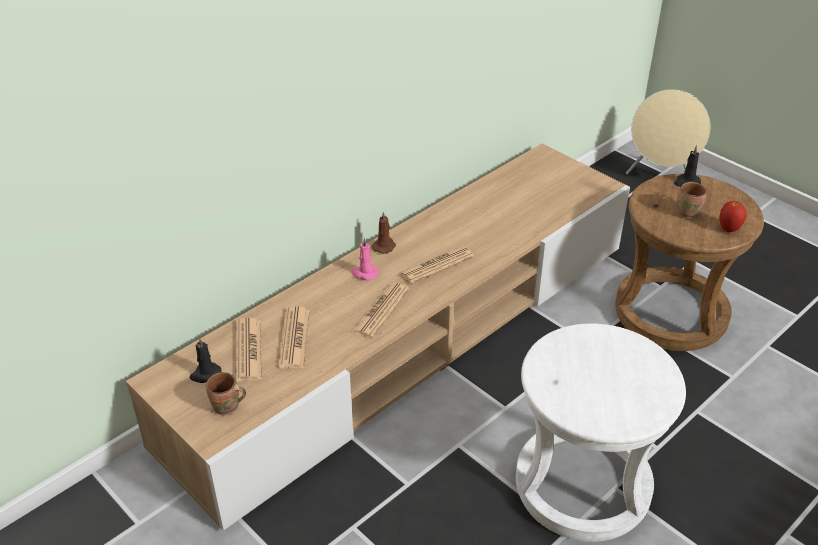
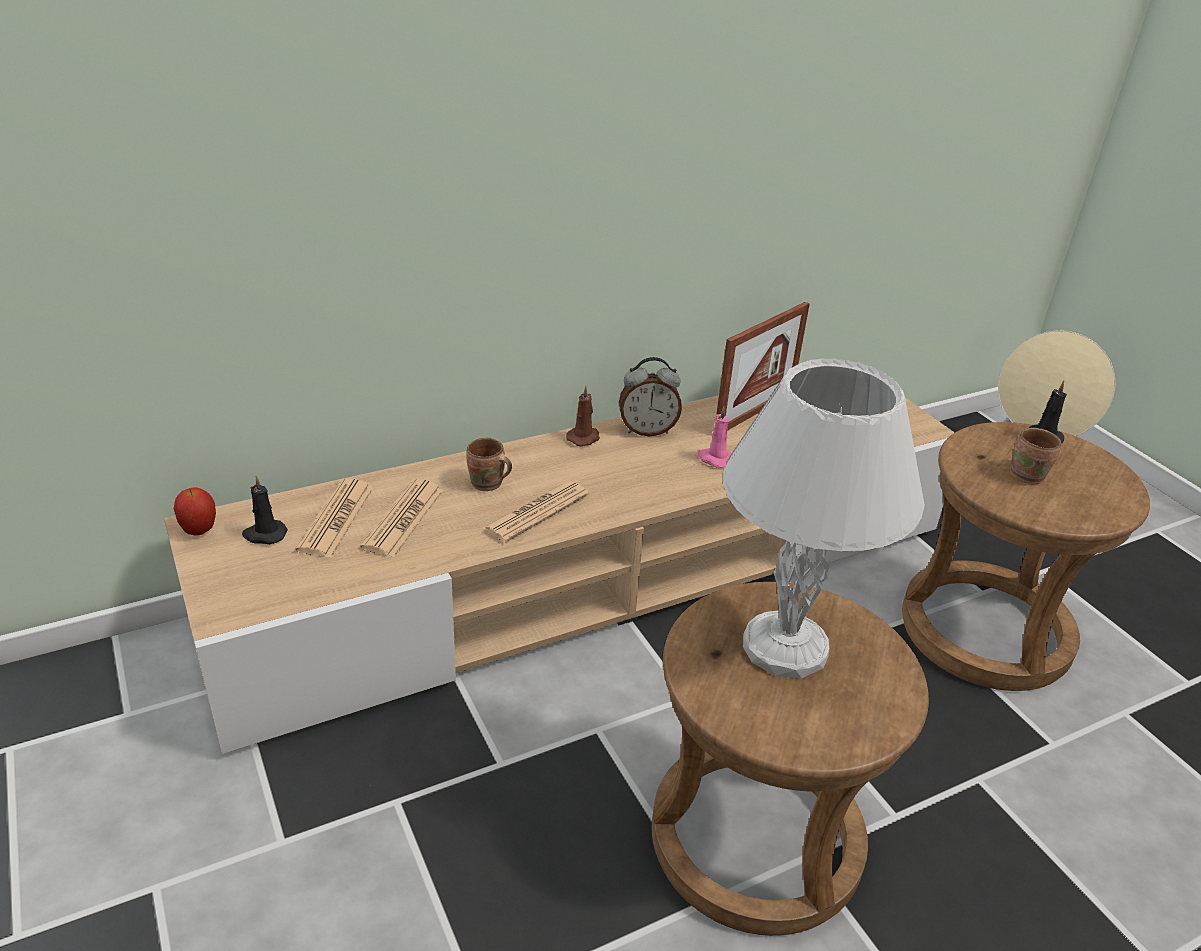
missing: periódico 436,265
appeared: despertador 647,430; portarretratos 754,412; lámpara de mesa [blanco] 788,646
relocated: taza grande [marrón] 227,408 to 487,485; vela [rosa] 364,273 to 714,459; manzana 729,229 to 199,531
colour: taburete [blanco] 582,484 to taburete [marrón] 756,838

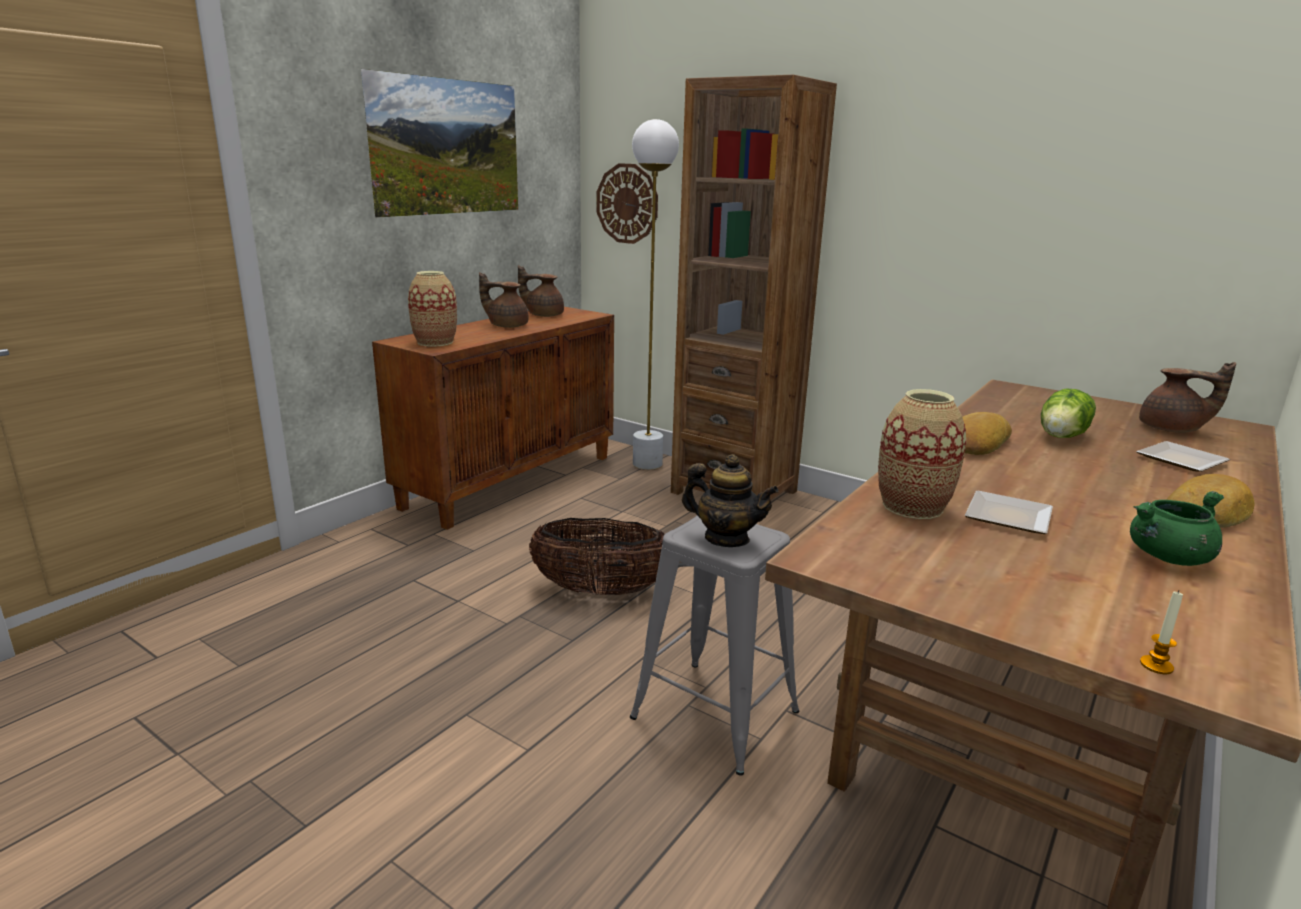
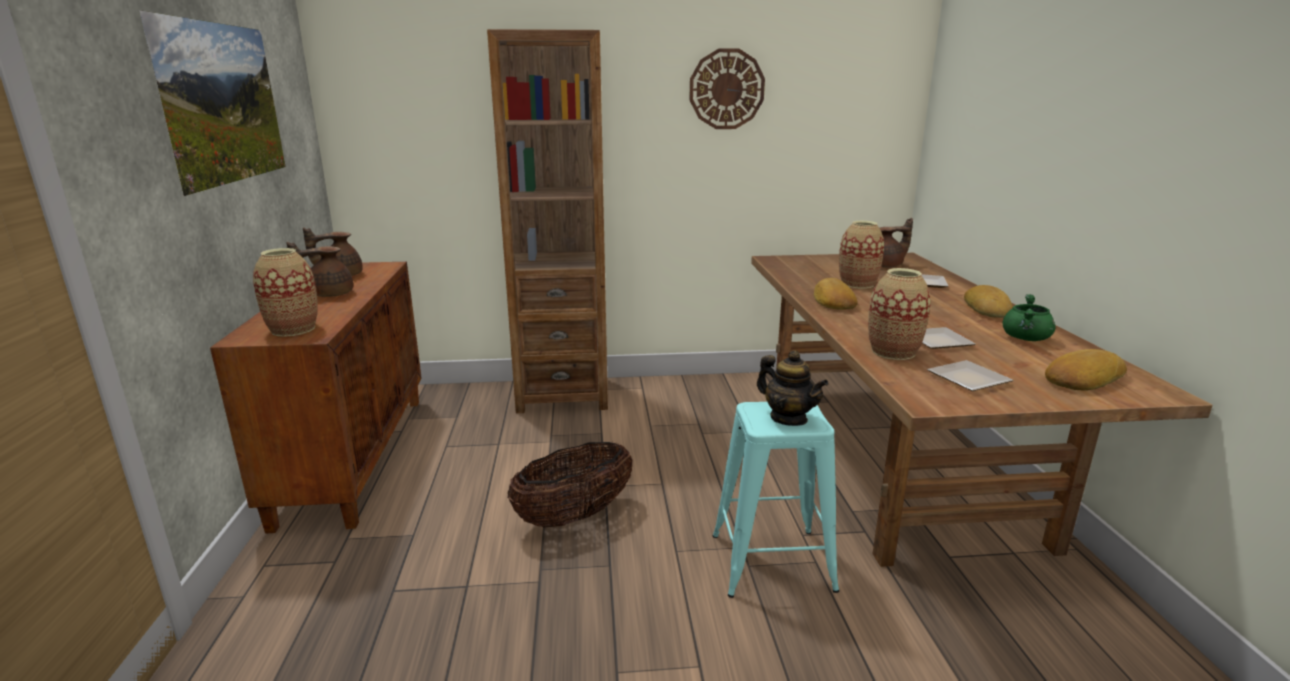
missing: lámpara de pie [blanco] 647,464; vela 1156,665
appeared: plato 965,379; pan 1081,378
relocated: reloj de pared 627,203 to 726,89
exchanged: lechuga 1063,436 to florero 857,284
colour: taburete [gris] 715,714 to taburete [turquesa] 772,562
spun: tetera 726,538 = 788,418 60 degrees clockwise

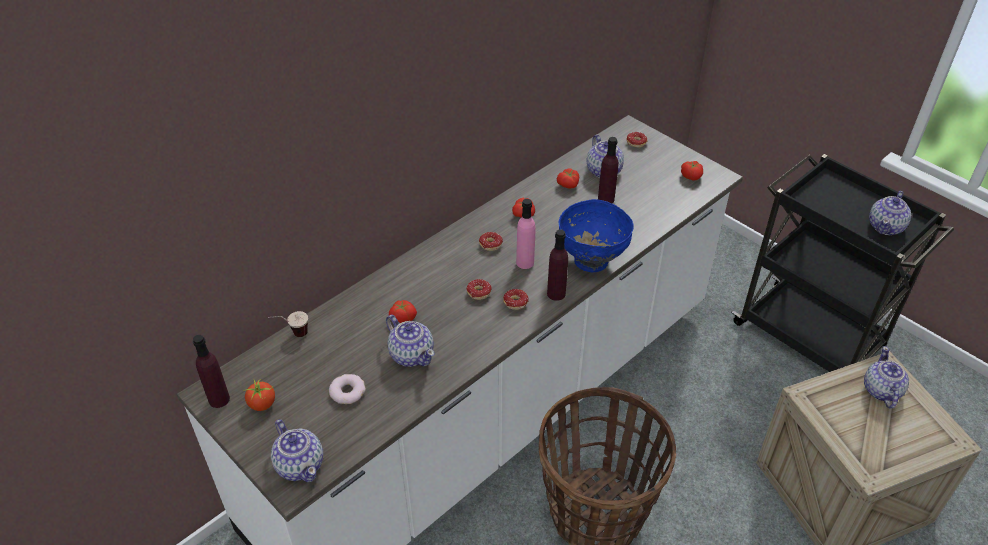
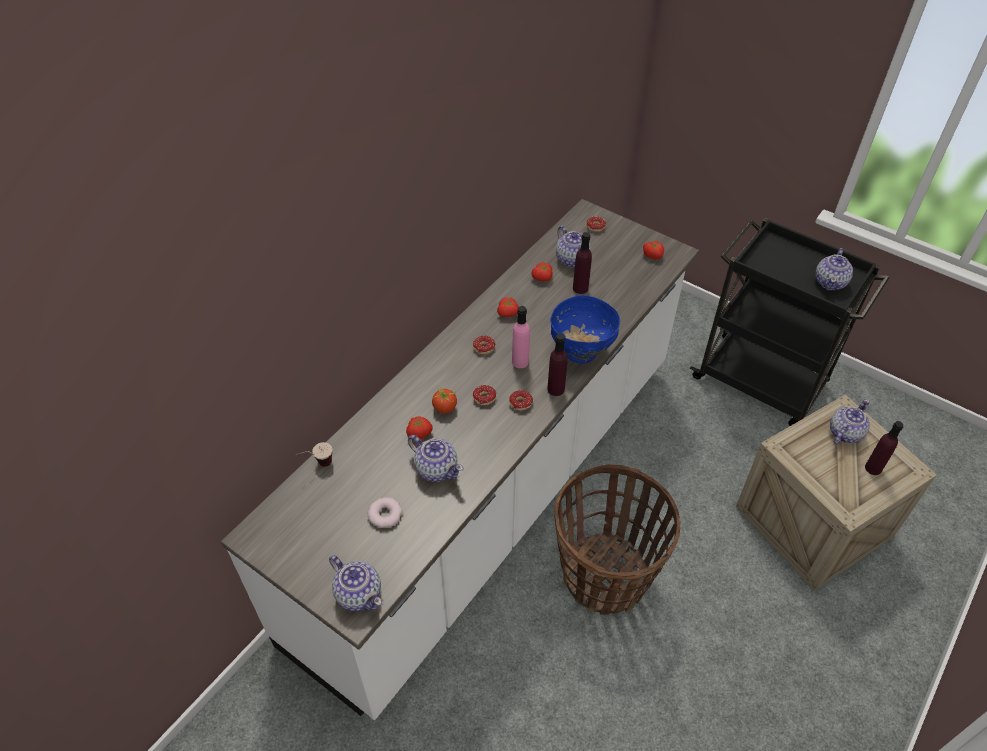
relocated: botella [morado] 219,399 to 873,468; tomate 262,404 to 445,408
spun: tetera 881,391 = 844,433 45 degrees clockwise

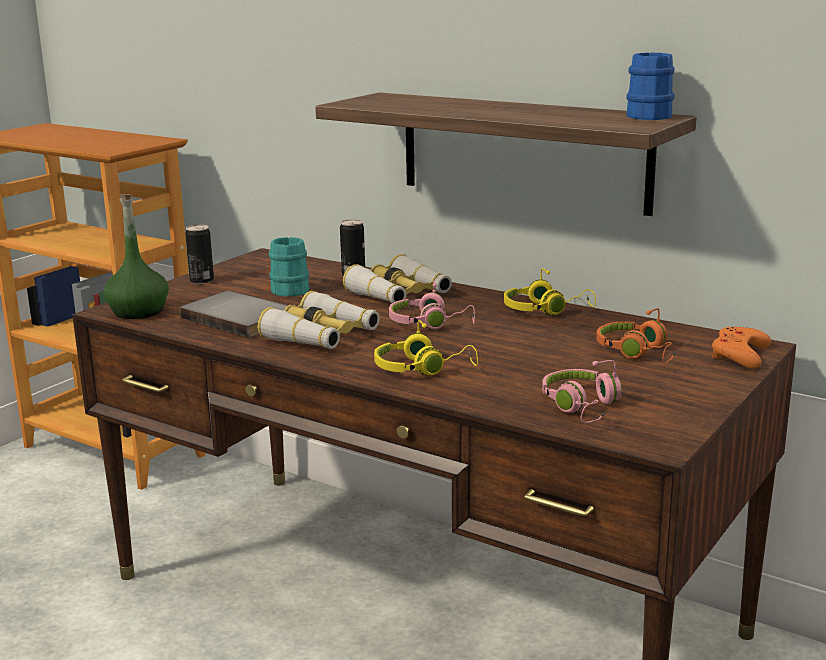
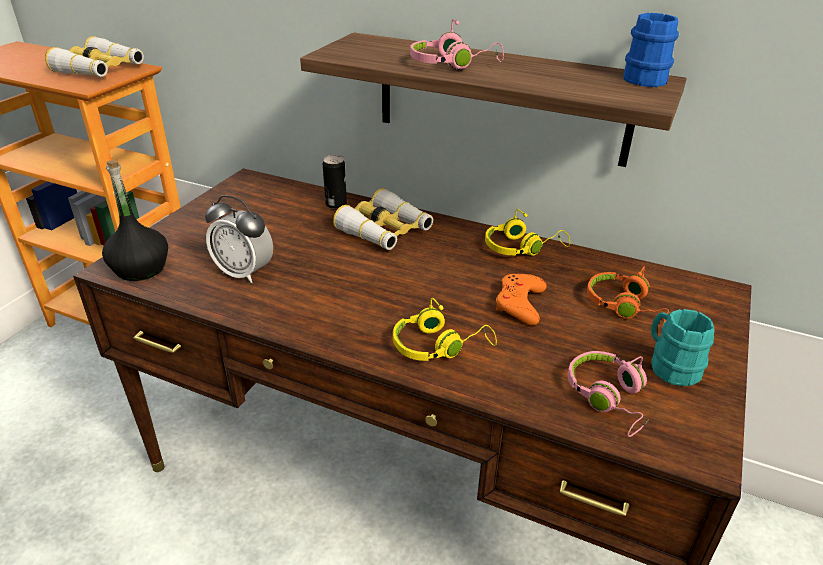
missing: lata 201,281
relocated: prismáticos 321,336 to 100,70; taza grande [turquesa] 288,289 to 669,366; auriculares [rosa] 431,324 to 452,64; mando de consola [naranja] 740,354 to 520,303
exchanged: libro [gris] 241,317 to despertador 244,273
colour: botella [verde] 138,311 to botella [negro] 140,268

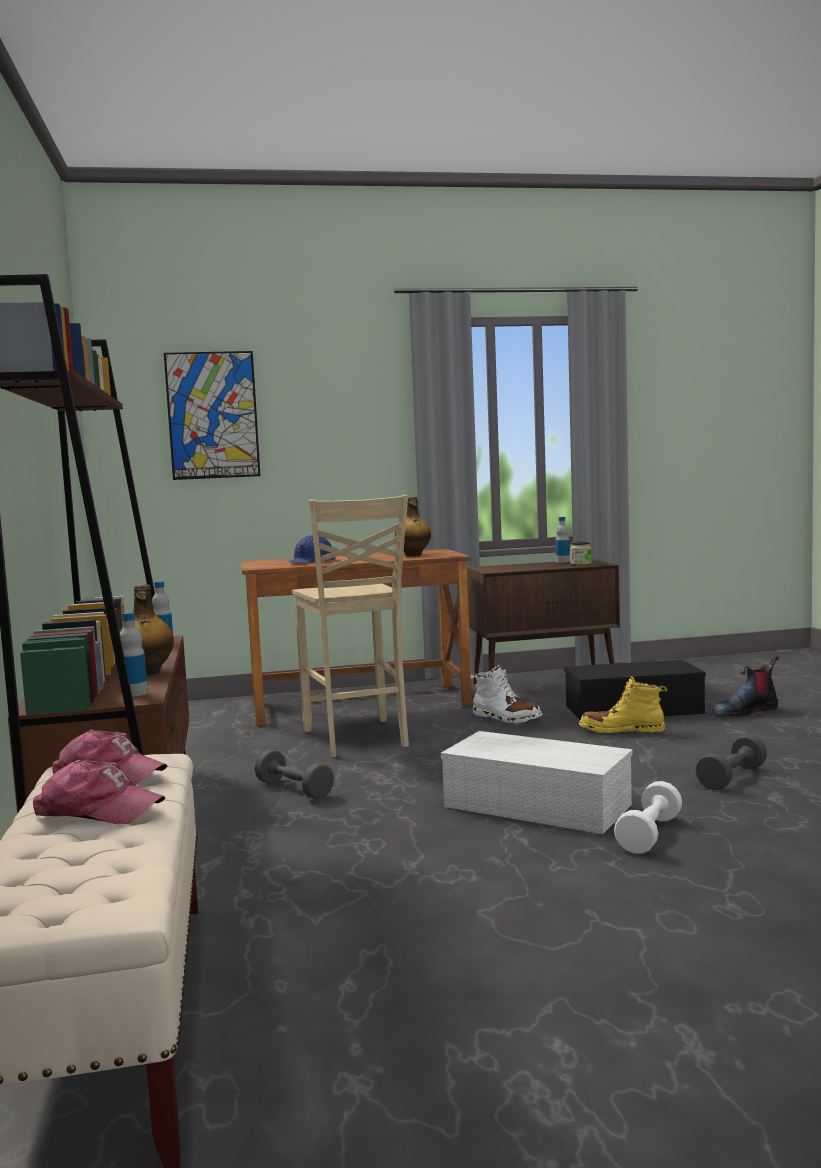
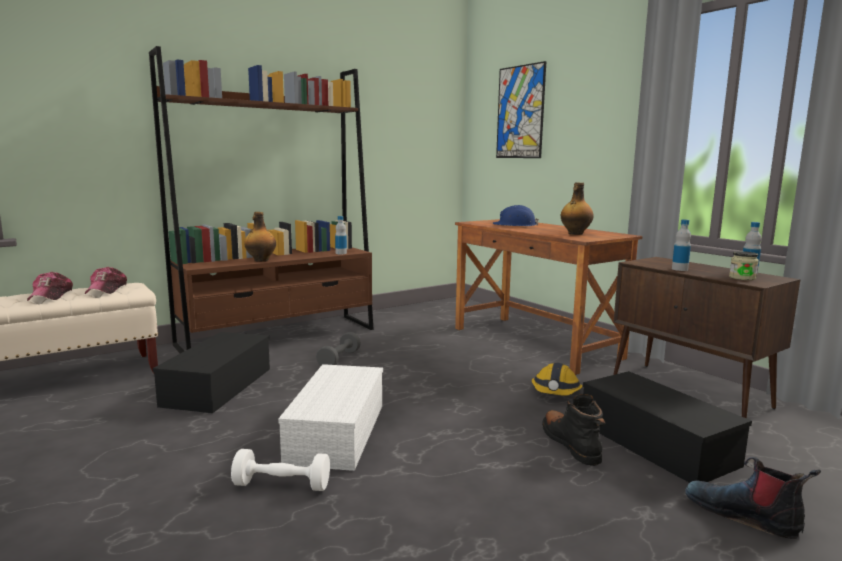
missing: silla [beis] 356,739; mancuerna [gris] 731,778
appeared: caja de almacenaje [negro] 218,385
relocated: botella 134,693 to 679,269
exchanged: bota [blanco] 506,718 to casco 556,392
colour: bota [amarillo] 622,730 to bota [negro] 571,445

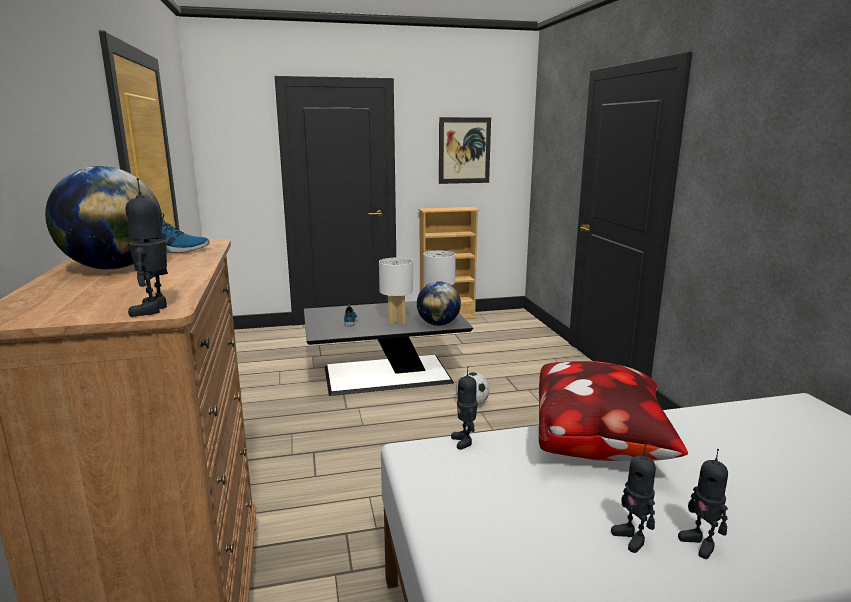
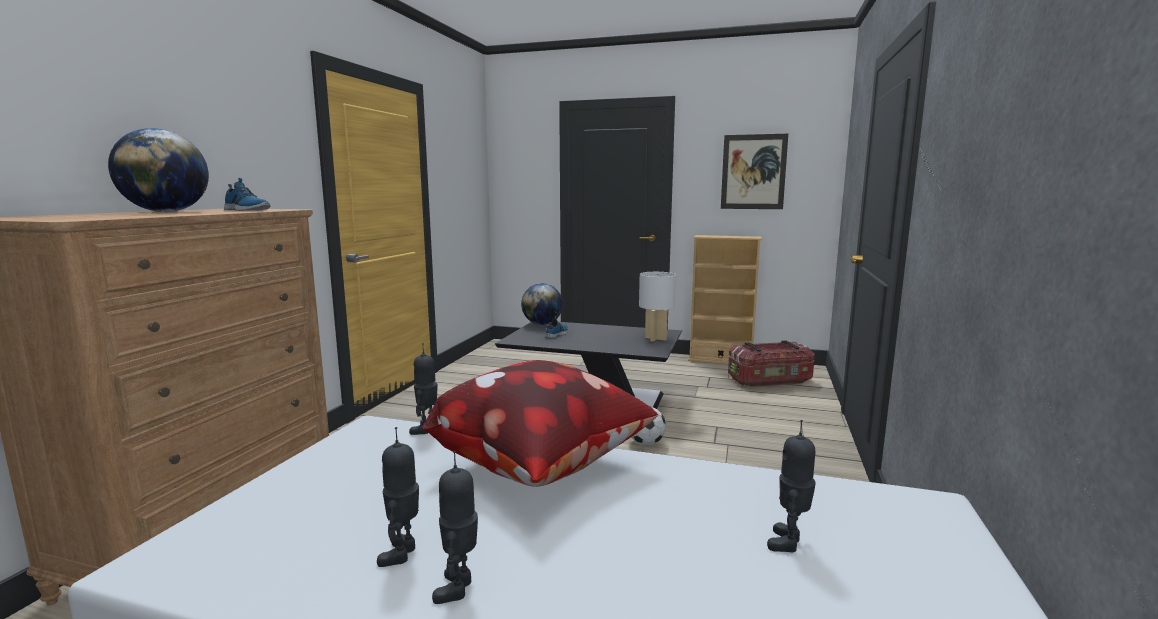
missing: lámpara de mesa [blanco] 396,321
appeared: caja de almacenaje 770,381
relocated: robot de juguete 154,310 to 789,543; globo terráqueo 438,324 to 542,324

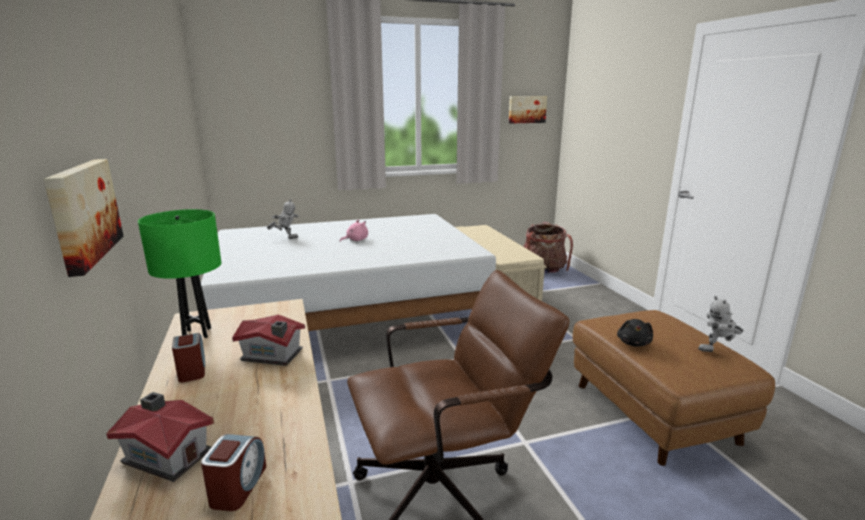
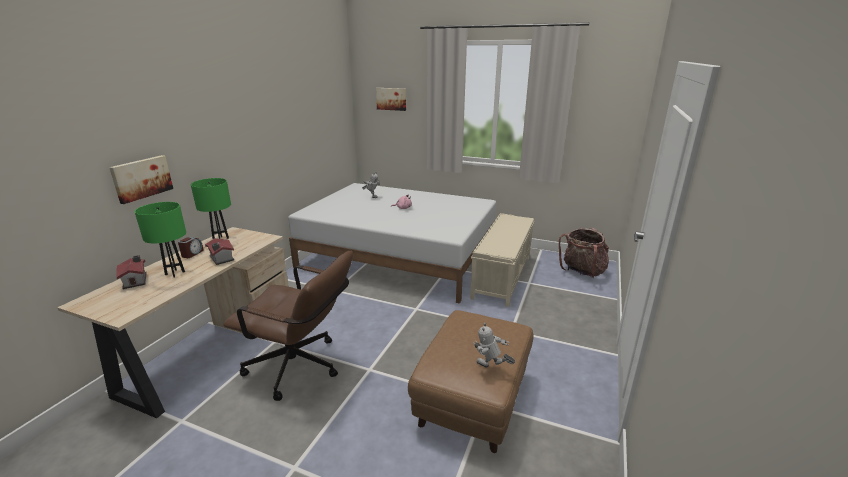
missing: despertador 238,487; peluche [negro] 634,343
appeared: lámpara de mesa [verde] 175,273
relocated: cuadro 527,109 to 391,99

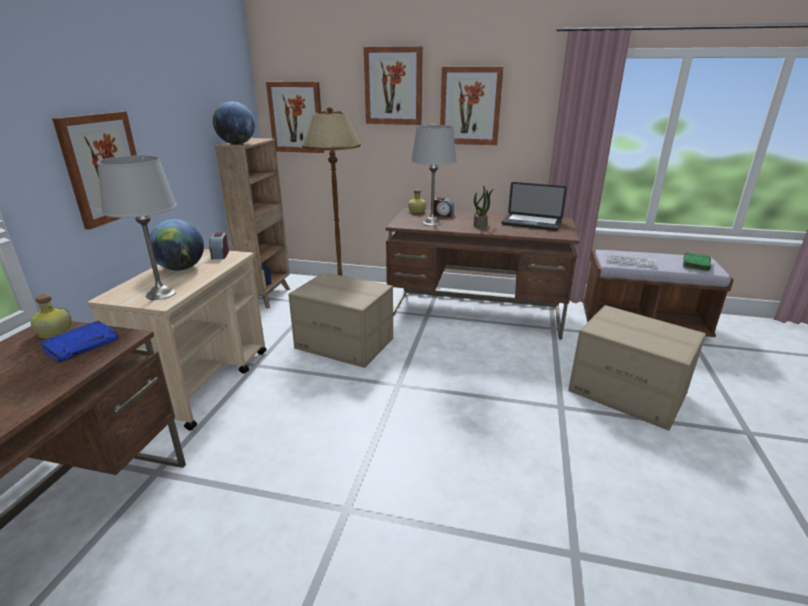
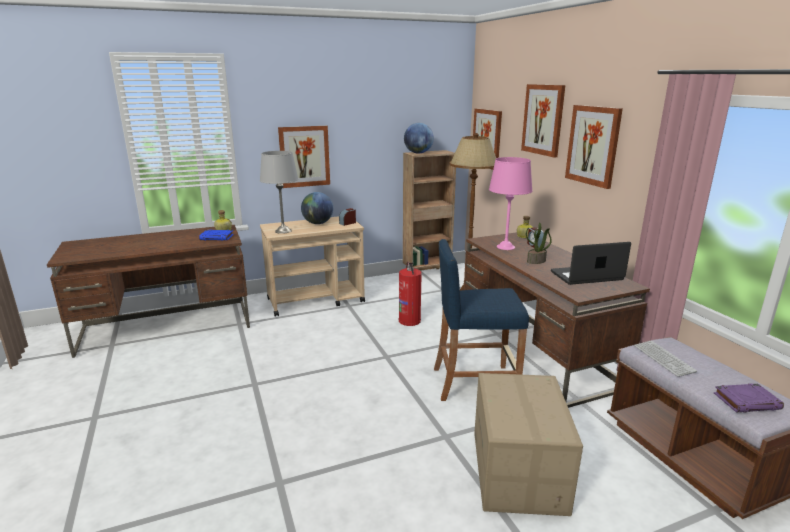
appeared: taburete [azul] 474,383
exchanged: caja de cartón 345,343 to extintor 409,320
colour: lámpara de mesa [gris] 432,223 to lámpara de mesa [rosa] 506,247; libro [verde] 695,264 to libro [morado] 747,401
spun: portátil 531,223 = 586,276 90 degrees clockwise

